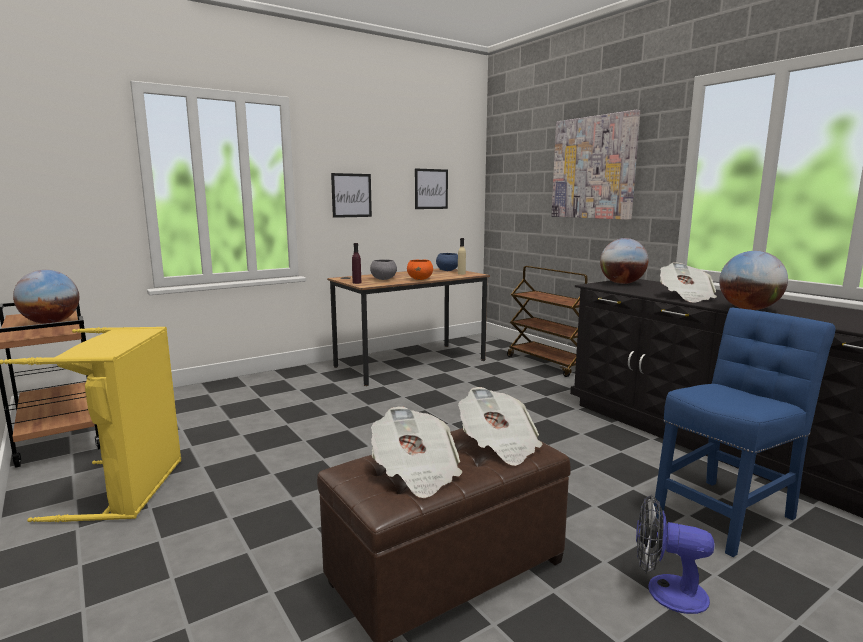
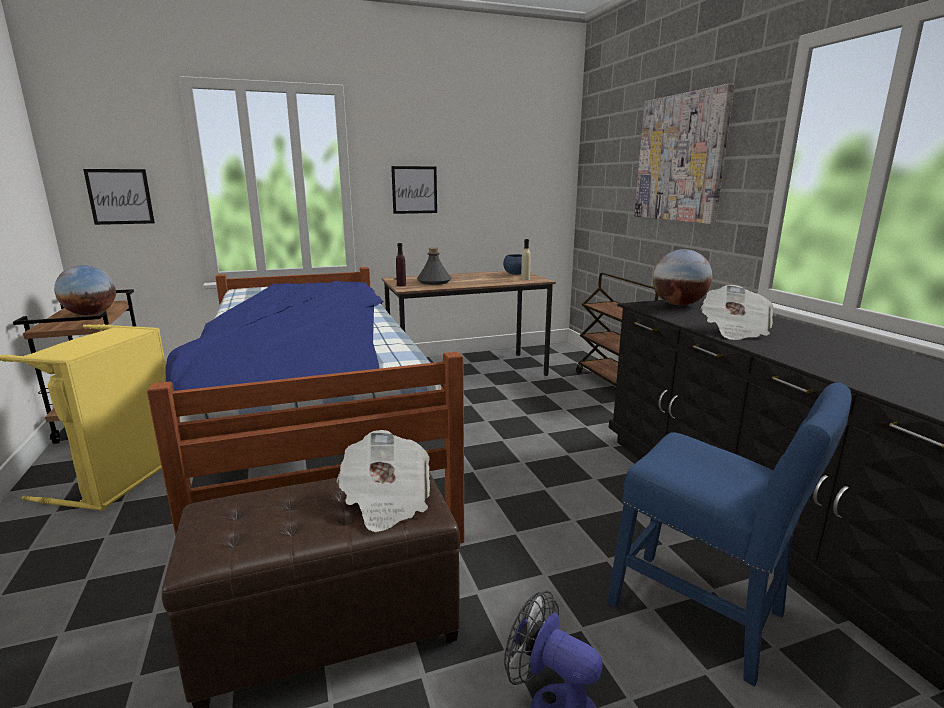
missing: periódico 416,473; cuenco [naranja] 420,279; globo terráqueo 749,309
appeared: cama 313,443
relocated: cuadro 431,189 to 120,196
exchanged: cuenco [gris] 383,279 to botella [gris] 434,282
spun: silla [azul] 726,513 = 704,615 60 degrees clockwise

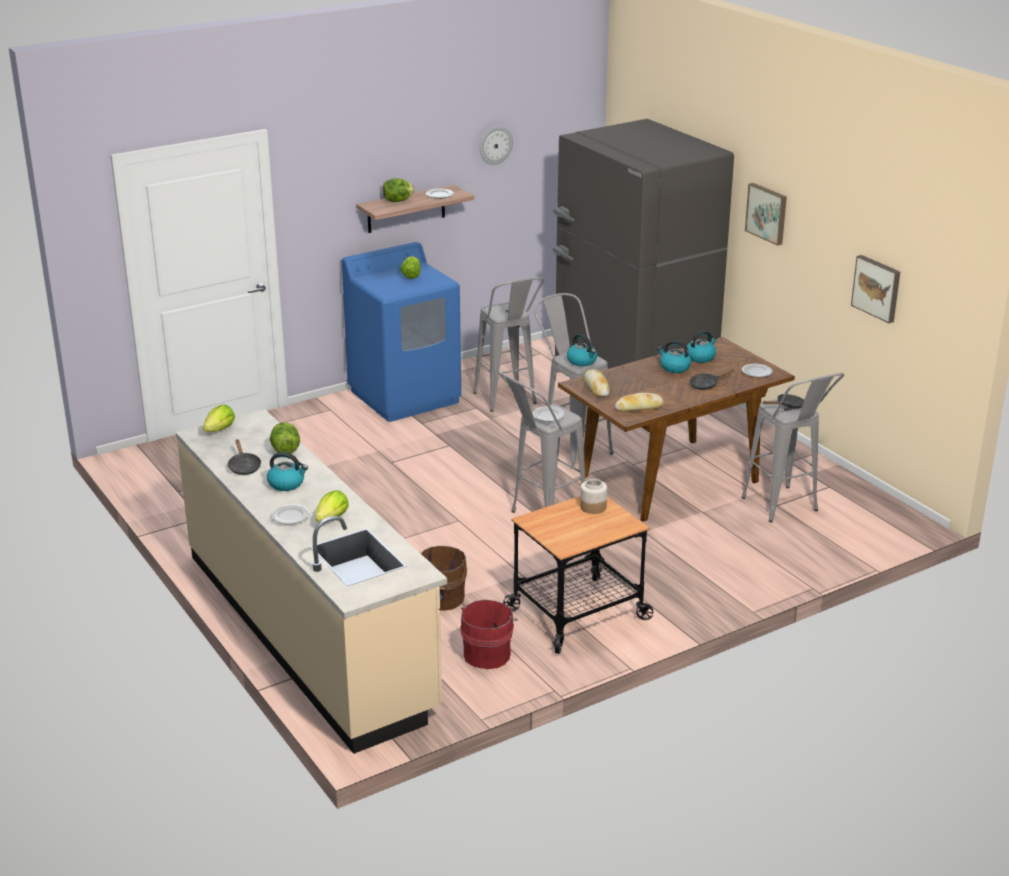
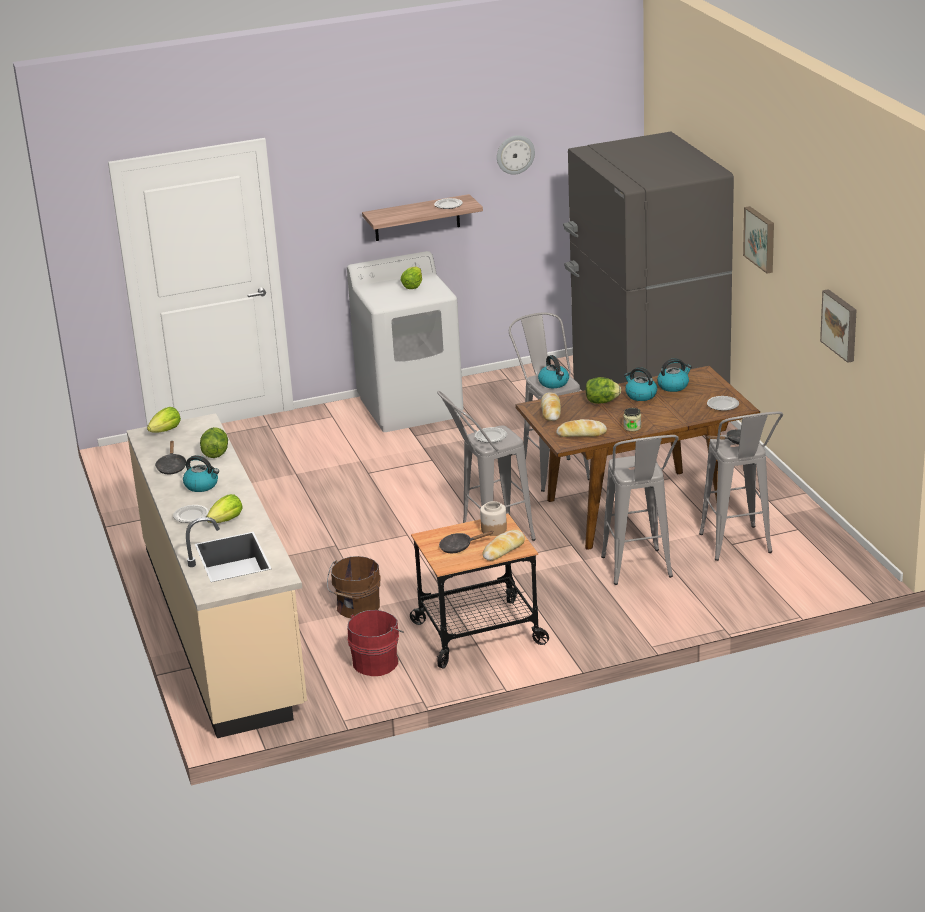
appeared: pan 503,550; tarro 632,427
relocated: lechuga 397,201 to 602,402; taburete [gris] 508,402 to 639,573; sartén [negro] 706,385 to 459,547
colour: lavadora [azul] 405,396 to lavadora [blanco] 411,407

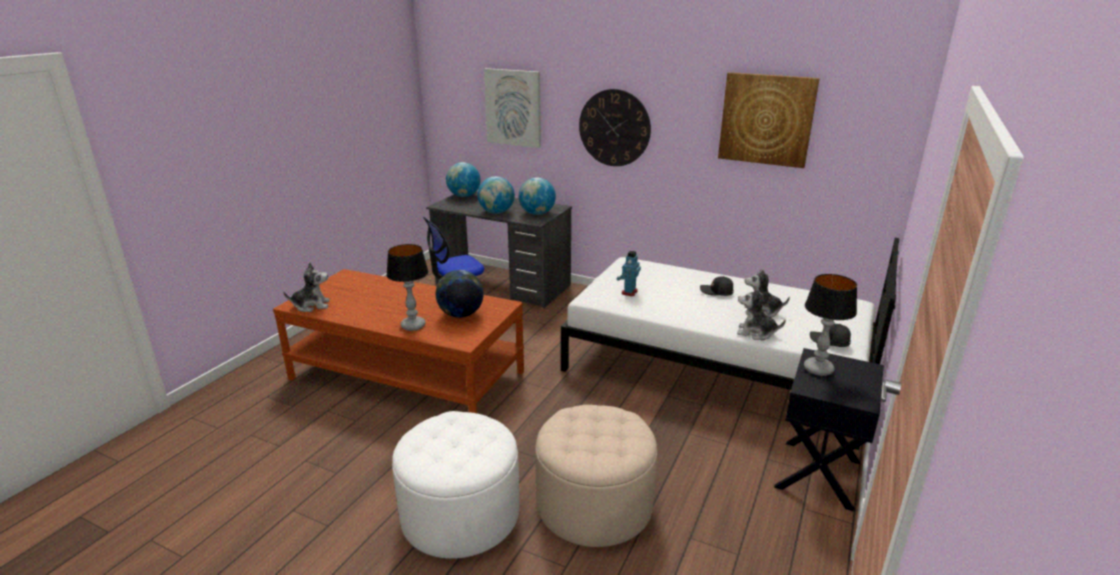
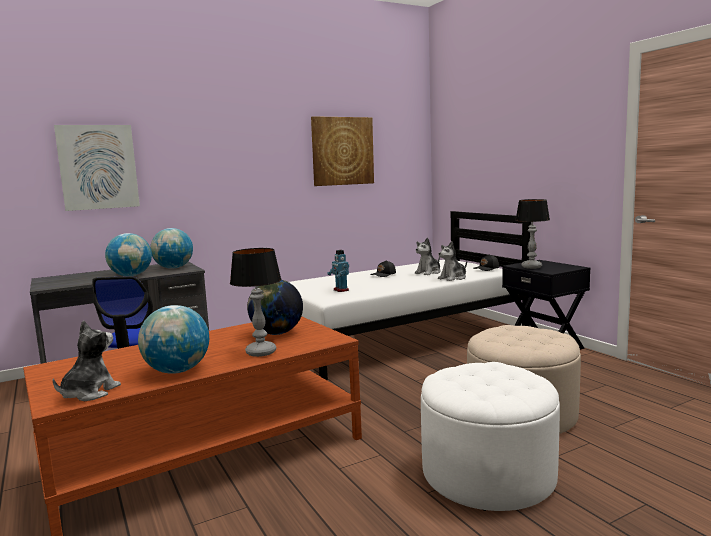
missing: reloj de pared 614,128
relocated: globo terráqueo 464,196 to 177,371

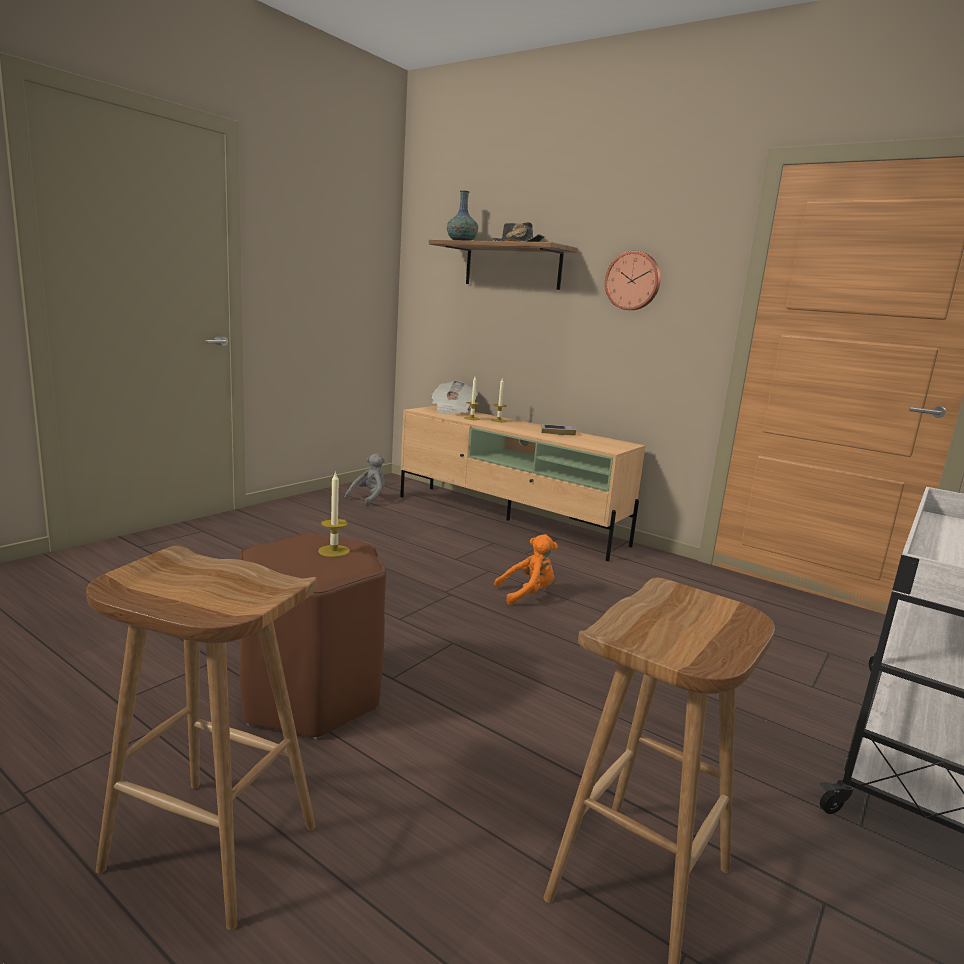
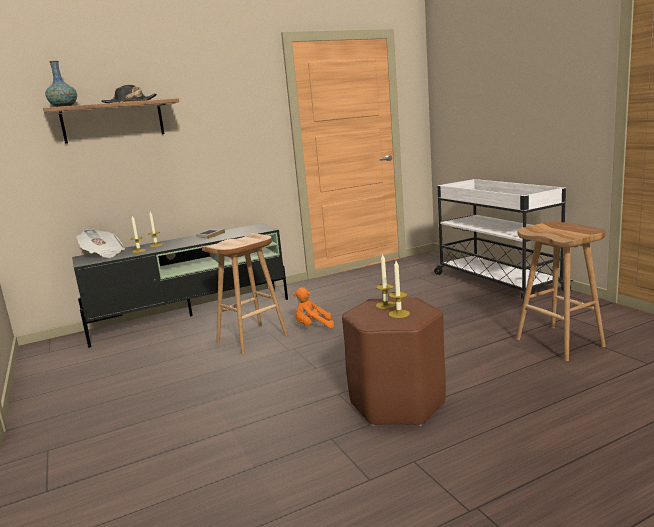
missing: peluche [gris] 369,498; reloj de pared 633,281
appeared: vela 399,314
relocated: taburete [marrón] 207,848 to 252,339
colour: mueble de televisión [beis] 508,520 to mueble de televisión [negro] 192,315
spun: peluche [naranja] 527,594 = 312,326 105 degrees counterclockwise

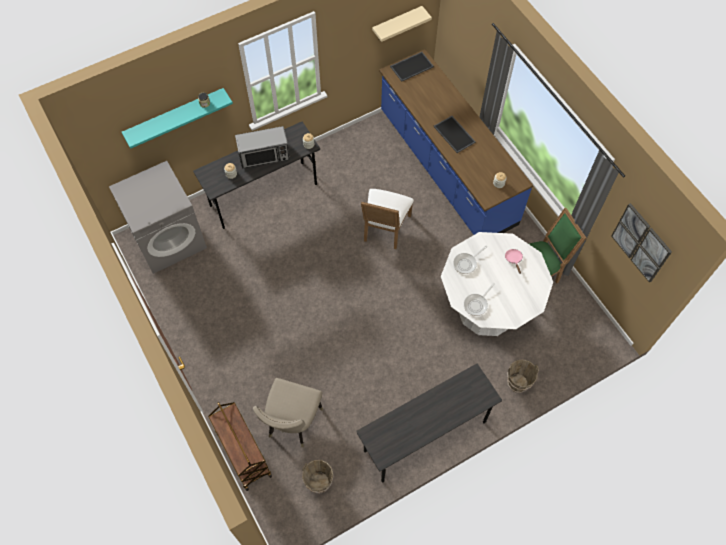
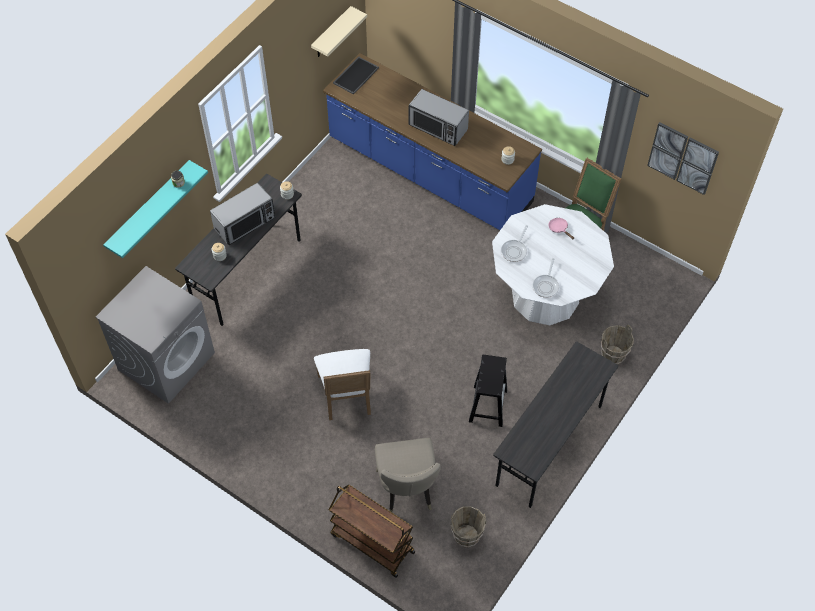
appeared: taburete [negro] 487,405
relocated: silla [blanco] 384,230 to 347,397
exchanged: bandeja 455,134 to microondas 438,127

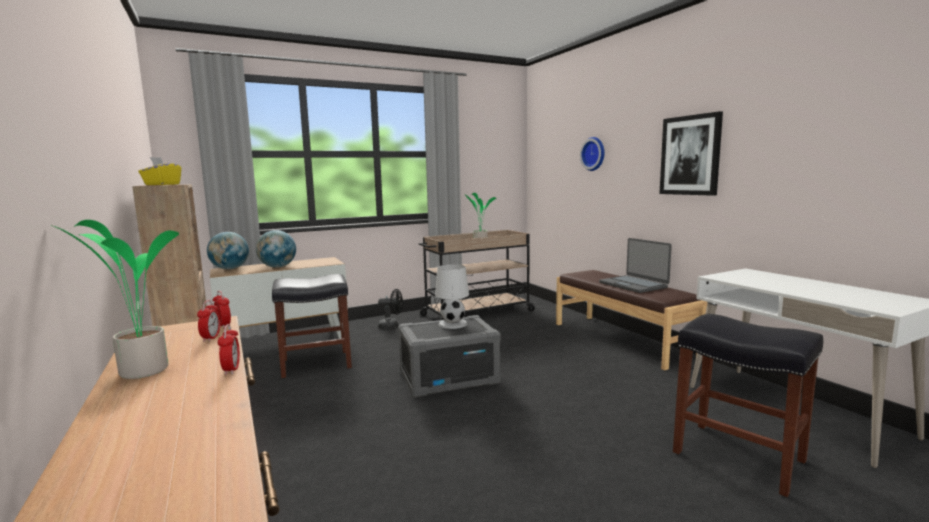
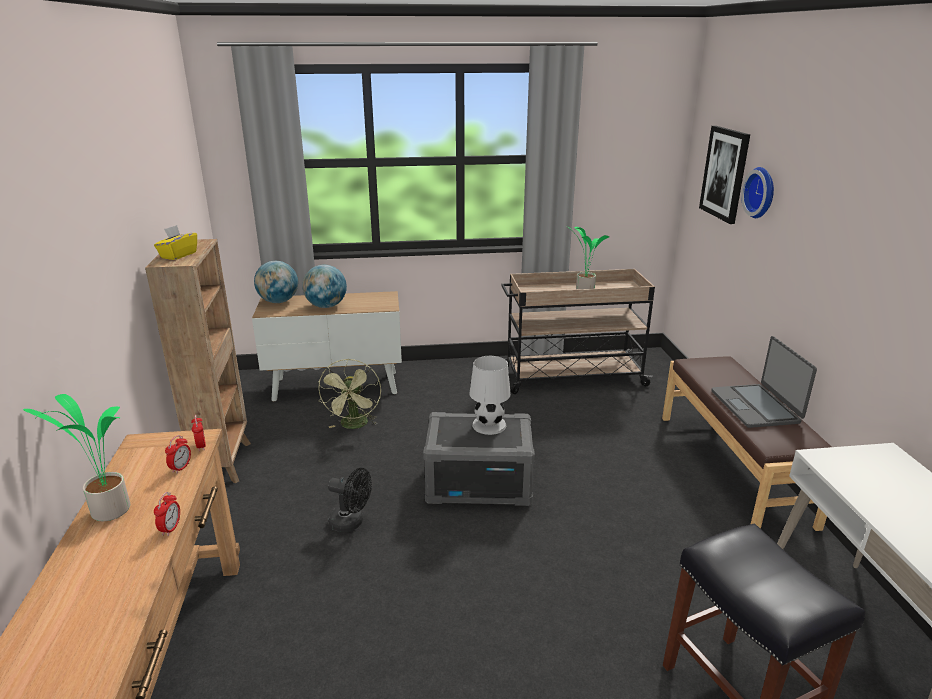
relocated: ventilador [negro] 391,326 to 351,523; cuadro 690,155 to 725,173
exchanged: taburete [negro] 317,363 to ventilador [verde] 354,426

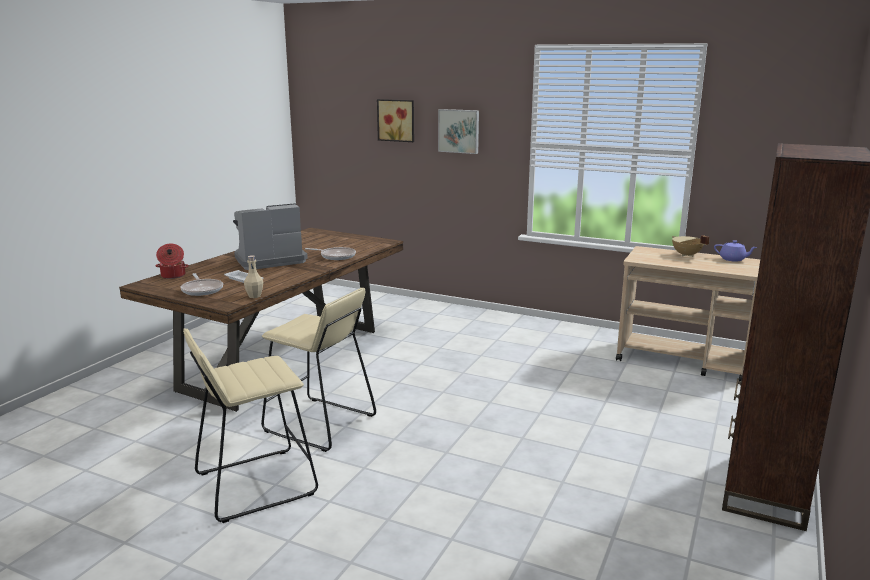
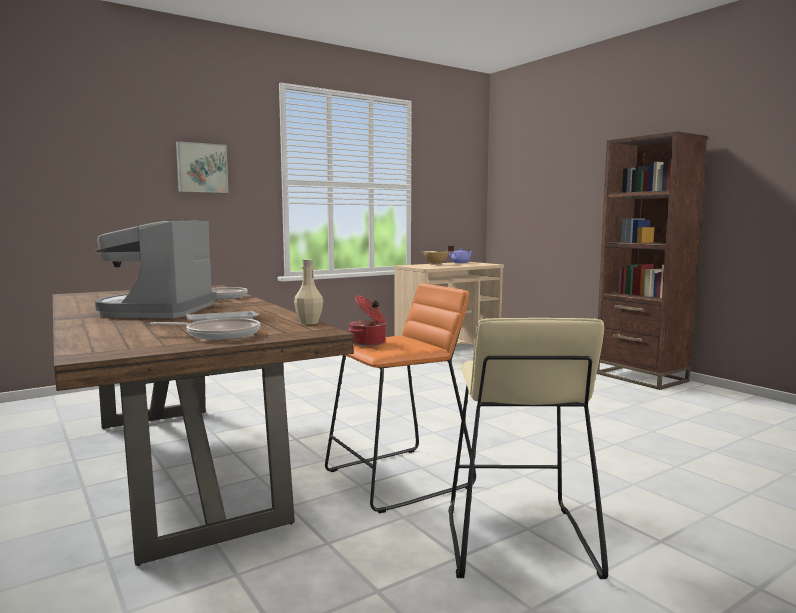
missing: cuadro 396,120
relocated: olla 173,276 to 368,343
colour: taburete [beis] 319,424 to taburete [naranja] 399,479

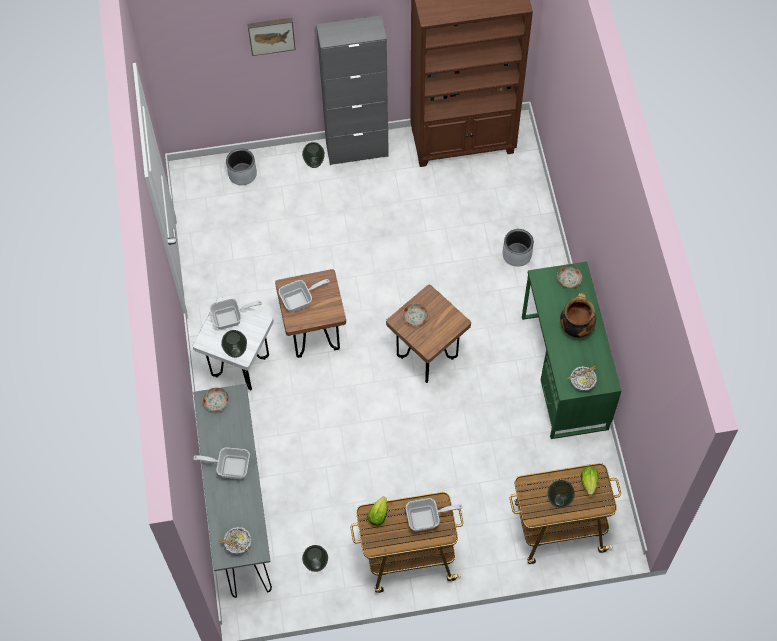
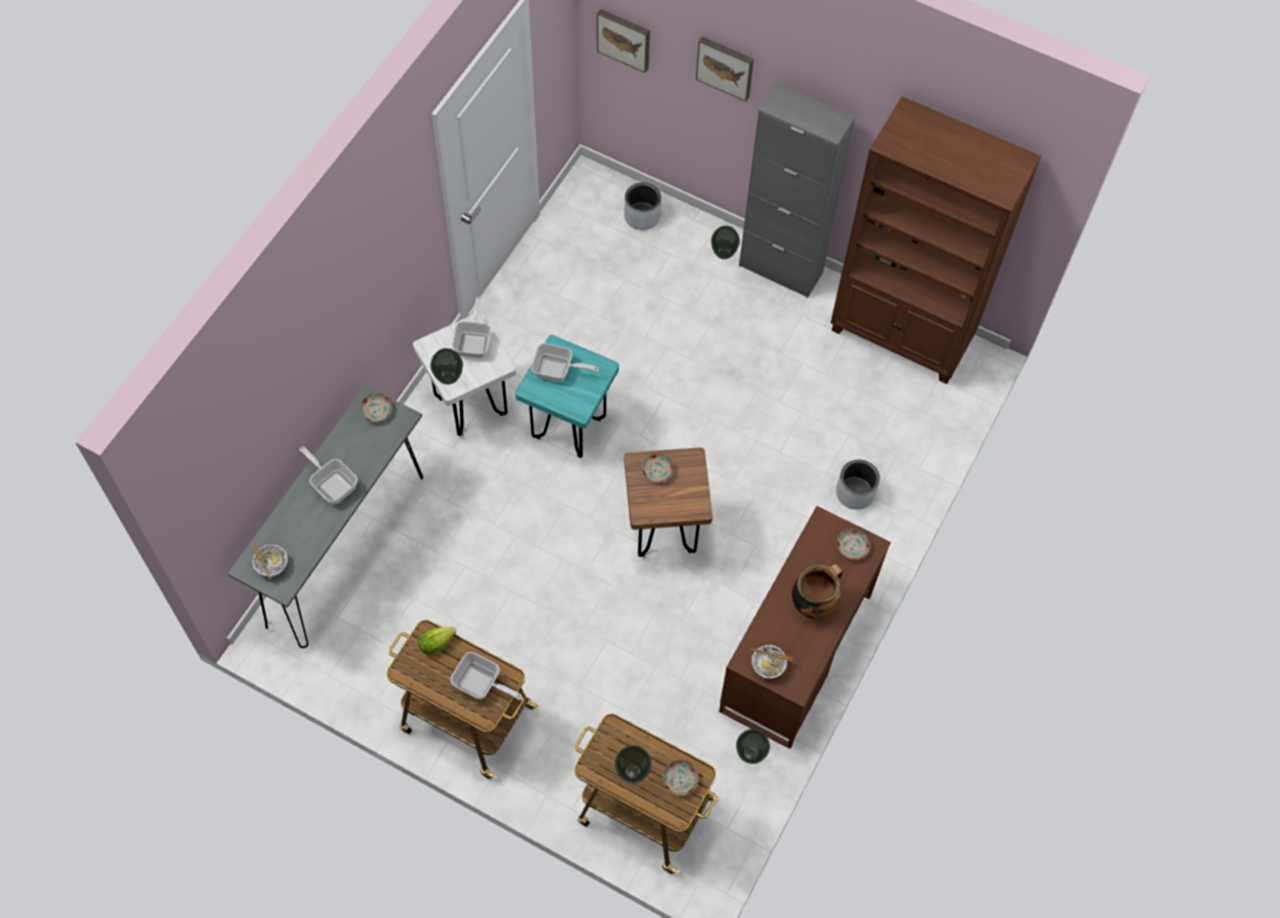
appeared: cuadro 624,38
relocated: florero 316,565 to 750,754
exchanged: lechuga 589,484 to plato 680,780
colour: taburete [marrón] 314,337 to taburete [turquesa] 569,429; escritorio [verde] 563,372 to escritorio [marrón] 795,652
spun: sartén 231,318 = 474,341 105 degrees counterclockwise

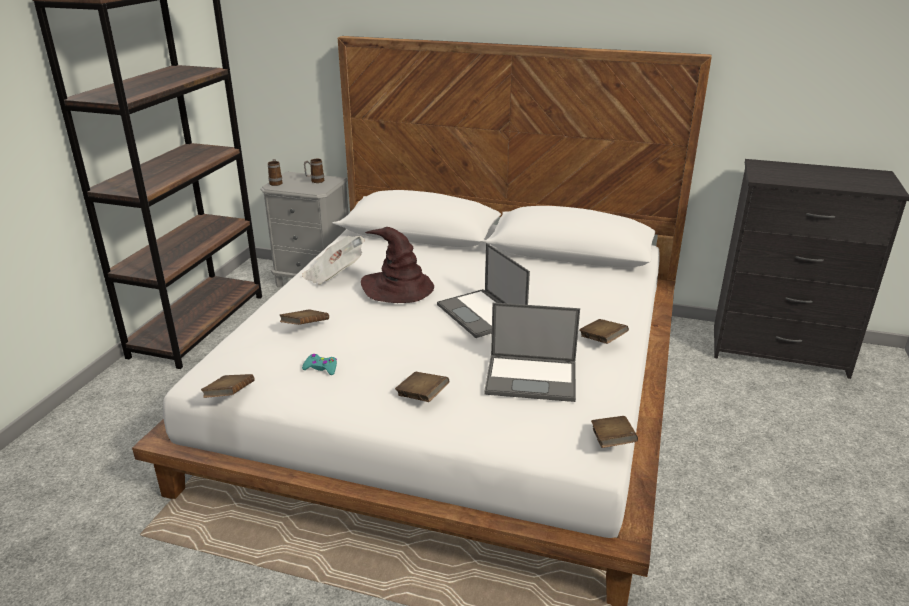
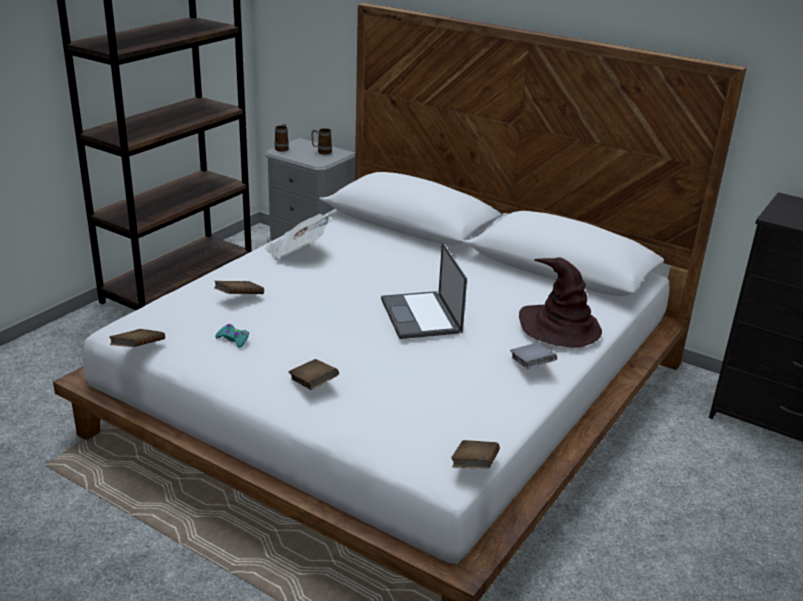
missing: portátil 532,378
relocated: sombrero [marrón] 398,288 to 560,327
colour: libro [marrón] 602,340 to libro [gris] 531,366

